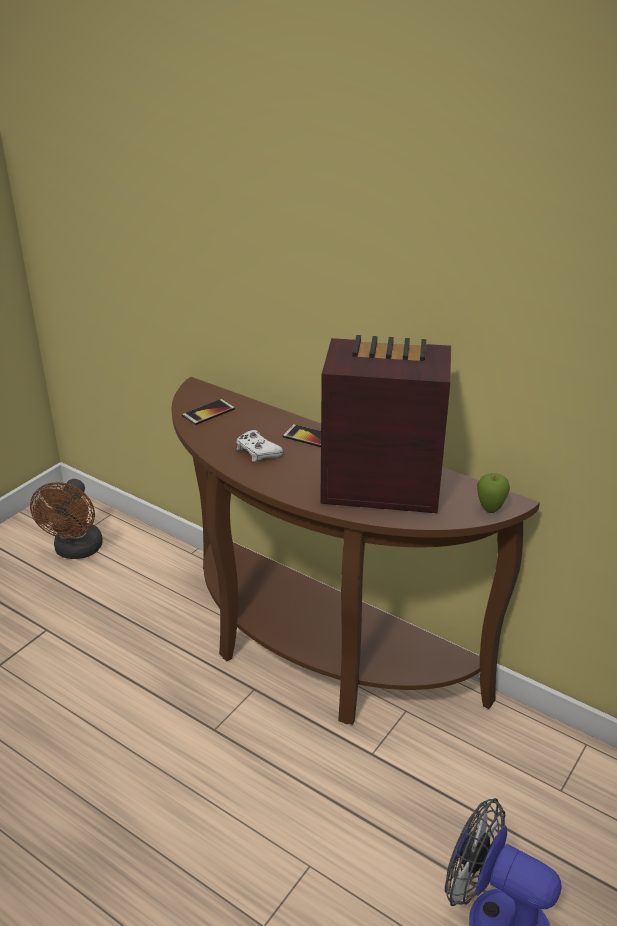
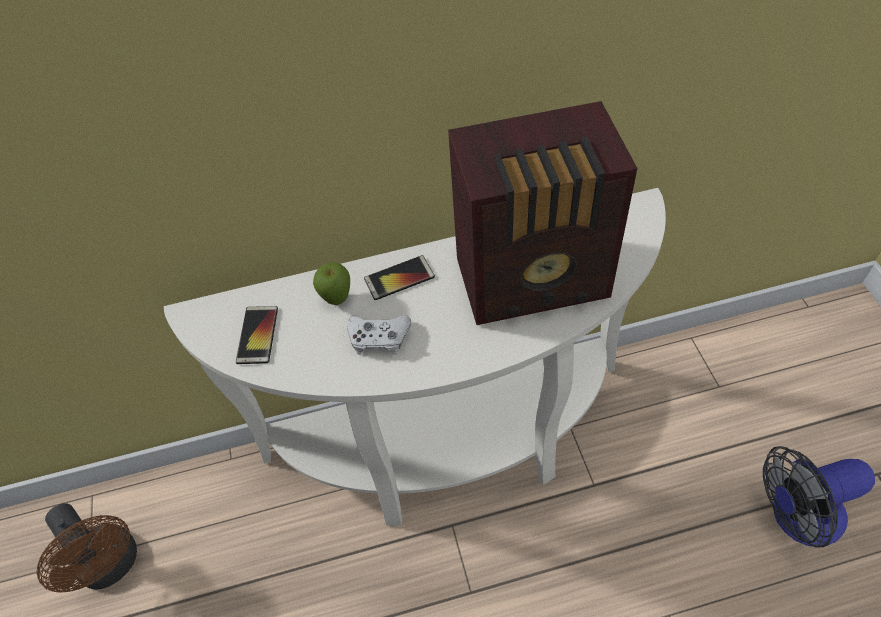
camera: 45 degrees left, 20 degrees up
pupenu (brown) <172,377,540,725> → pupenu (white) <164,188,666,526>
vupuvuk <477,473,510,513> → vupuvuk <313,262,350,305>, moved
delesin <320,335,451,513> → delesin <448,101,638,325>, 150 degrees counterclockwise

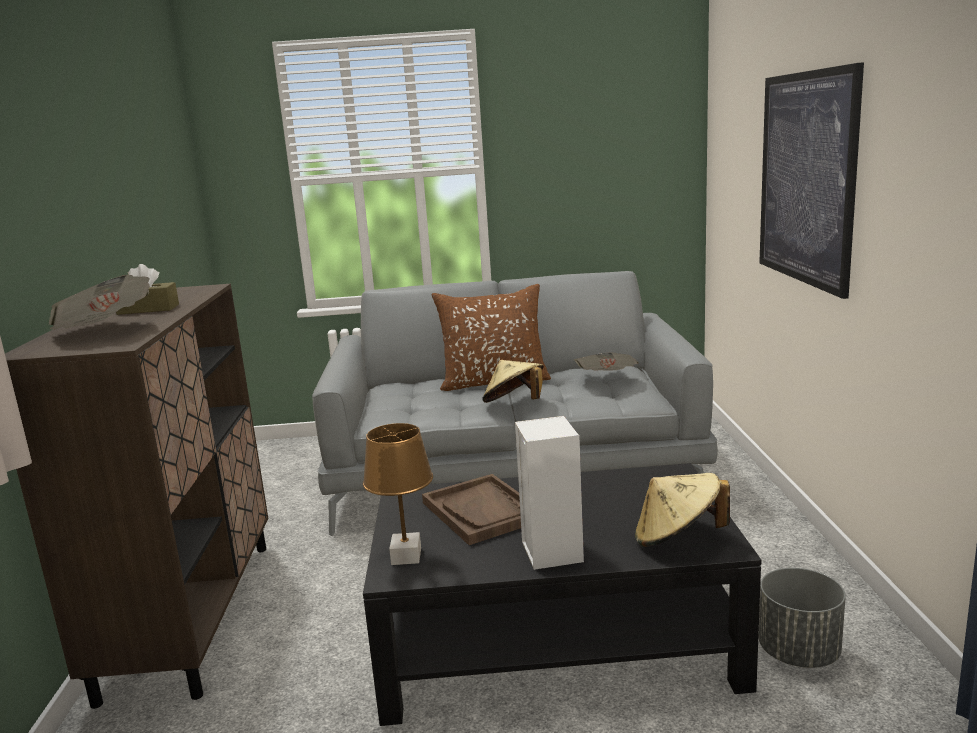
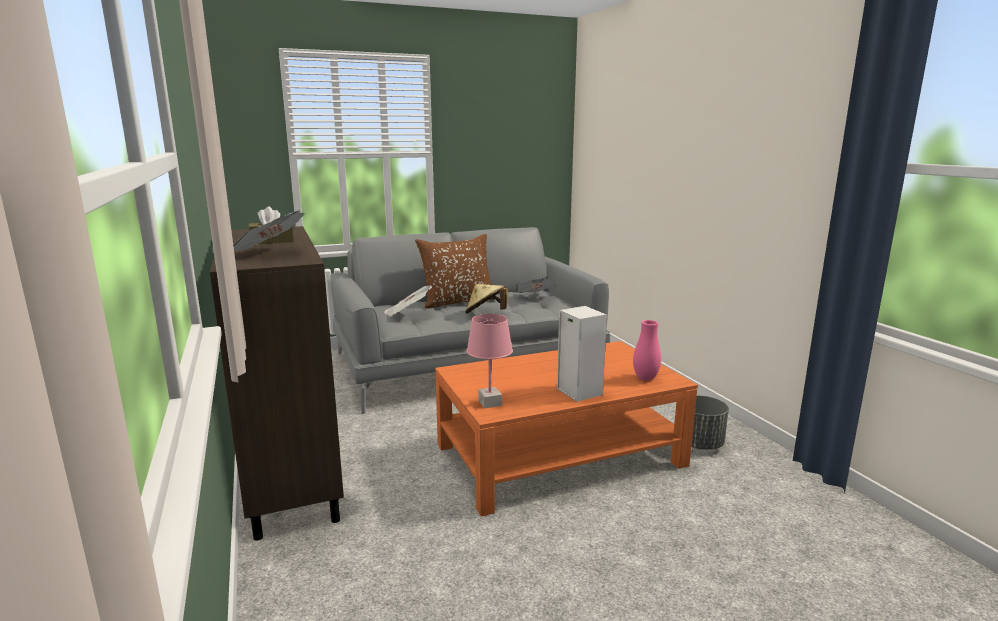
camera: 20 degrees left, 0 degrees up
- → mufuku <384,285,432,316>
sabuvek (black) <363,463,761,726> → sabuvek (orange) <435,341,698,517>
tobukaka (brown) <363,423,433,565> → tobukaka (pink) <466,314,513,408>
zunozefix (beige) <635,473,730,547> → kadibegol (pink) <633,320,661,381>
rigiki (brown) <422,474,521,545> → -
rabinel <759,62,864,299> → -

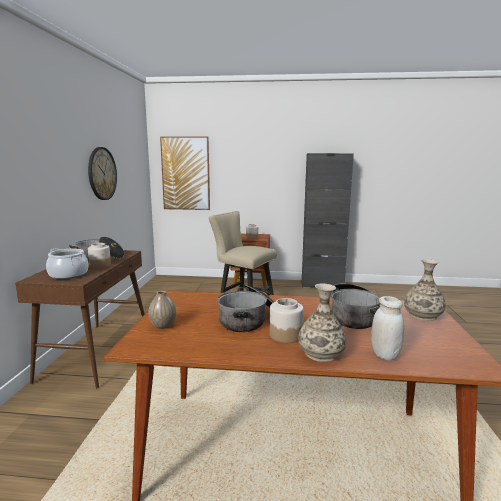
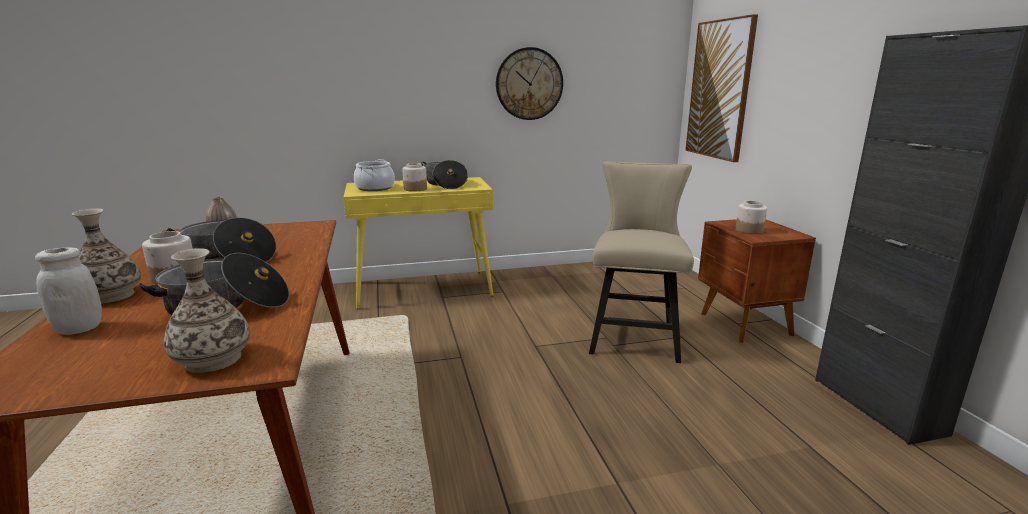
camera: 70 degrees right, 5 degrees up
pupenu (brown) <15,250,145,388> → pupenu (yellow) <343,177,493,309>

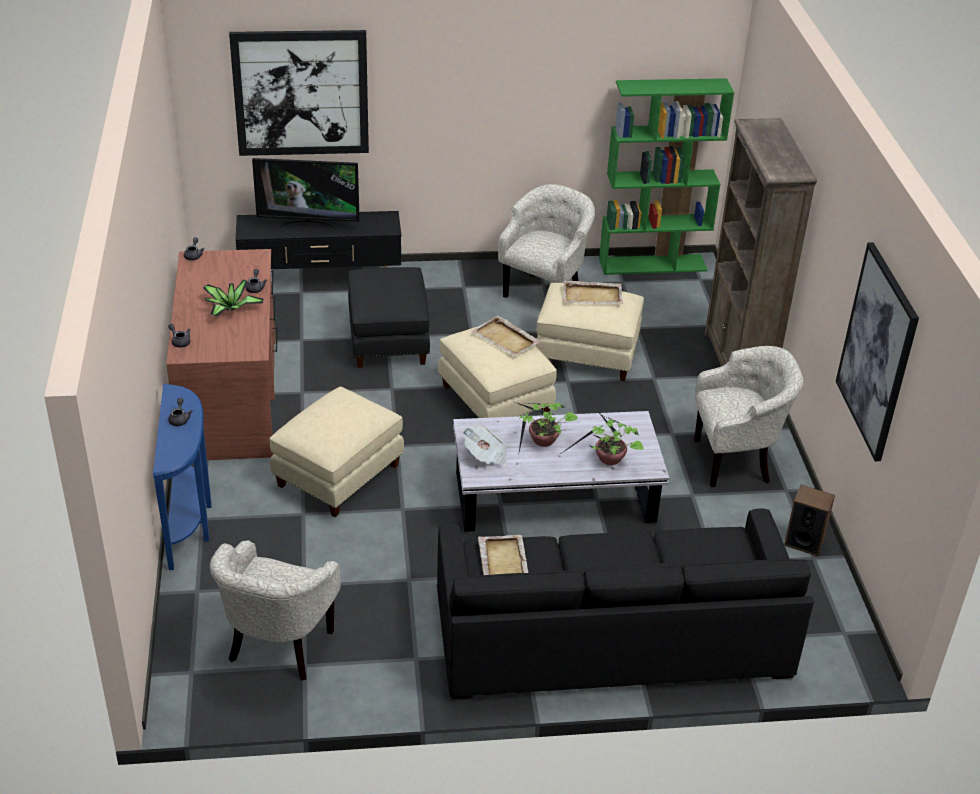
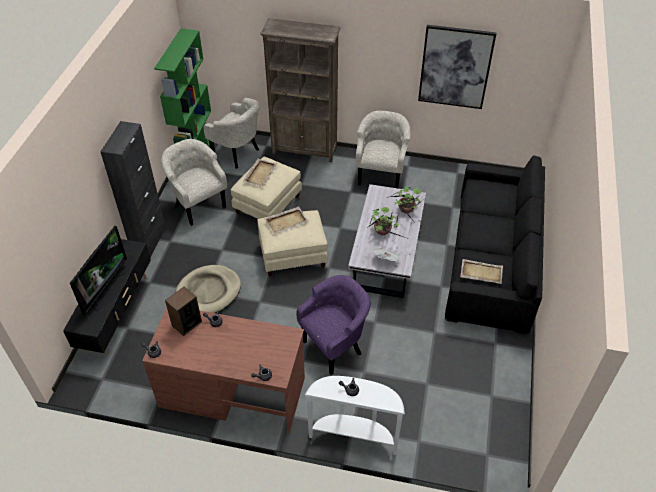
camera: 70 degrees left, 10 degrees up
- → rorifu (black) <100,121,166,258>
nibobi <784,485,835,556> → nibobi <165,286,202,336>, moved
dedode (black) <348,267,430,368> → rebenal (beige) <175,265,241,313>
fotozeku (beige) <210,540,341,681> → fotozeku (beige) <204,98,260,169>, moved
dedode (beige) <270,387,404,517> → fotozeku (purple) <297,275,371,375>
pupenu (blue) <153,384,212,570> → pupenu (white) <305,376,405,455>
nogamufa <203,280,264,316> → -
rabinel <229,30,369,156> → -

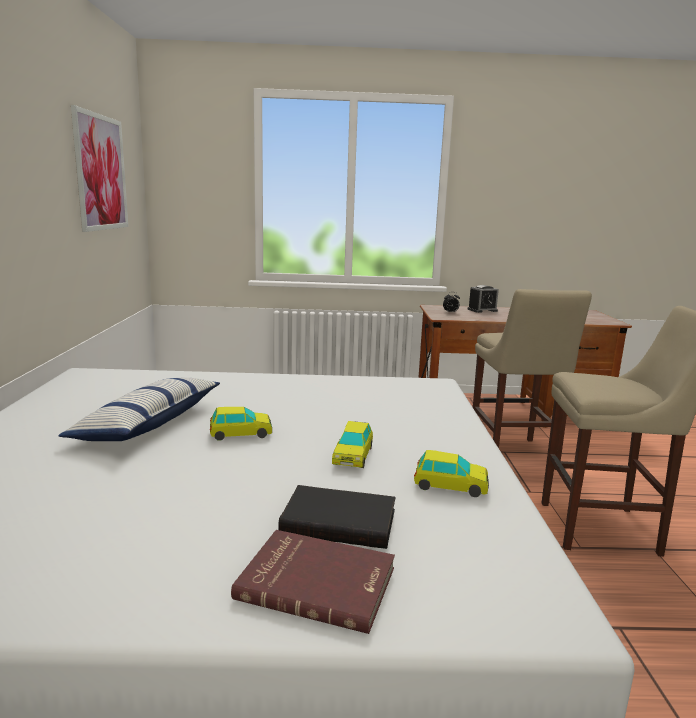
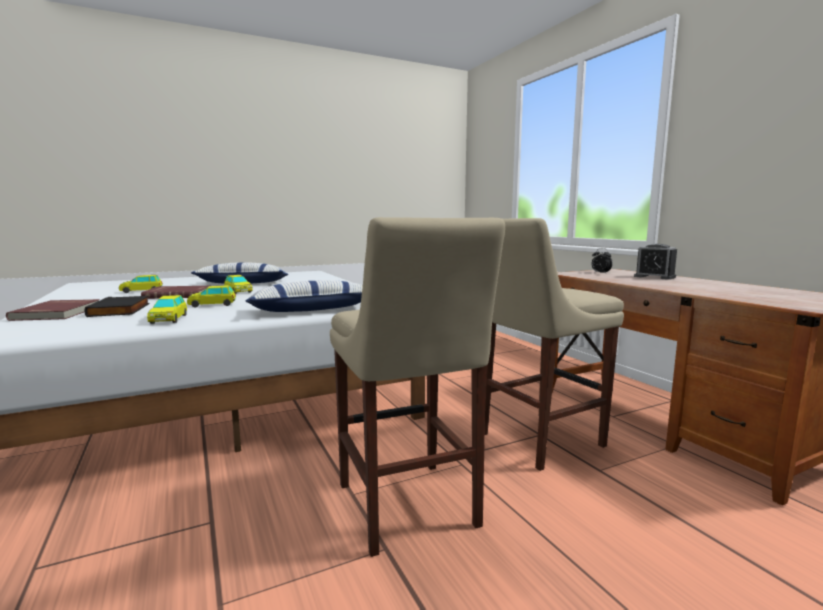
camera: 65 degrees right, 5 degrees down
- → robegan <119,275,163,293>
- → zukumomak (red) <141,286,209,299>
- → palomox <246,280,363,312>
rabinel <71,105,128,232> → -

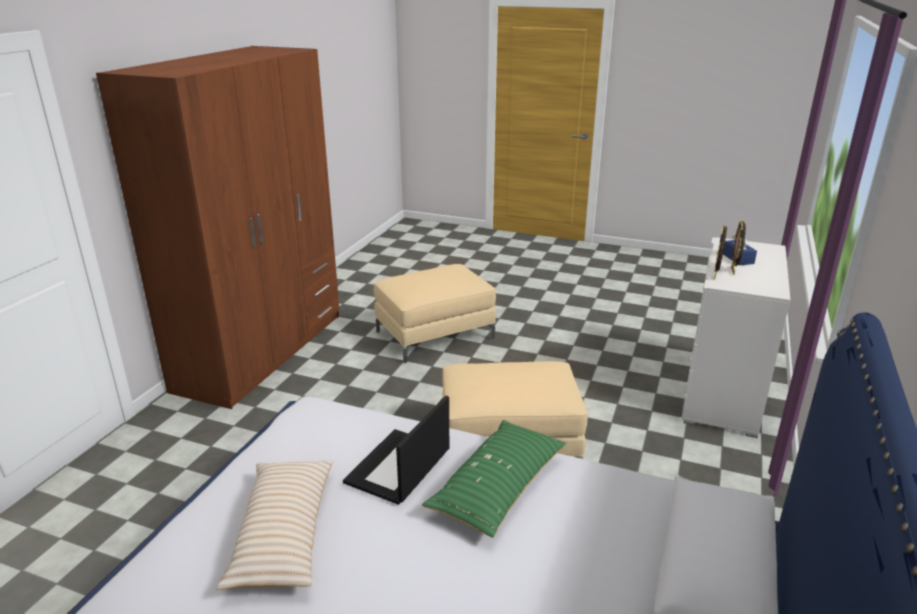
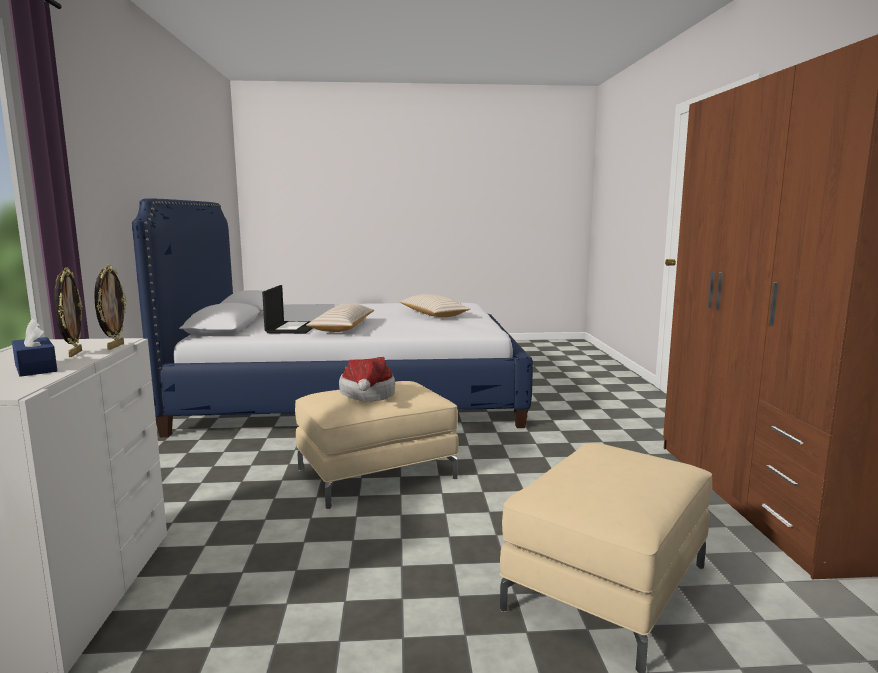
camera: 155 degrees right, 15 degrees down
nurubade <343,396,449,505> → nurubade <262,285,313,334>, moved
palomox (green) <422,420,567,538> → palomox (beige) <306,304,374,332>
- → zunozefix <339,357,395,402>

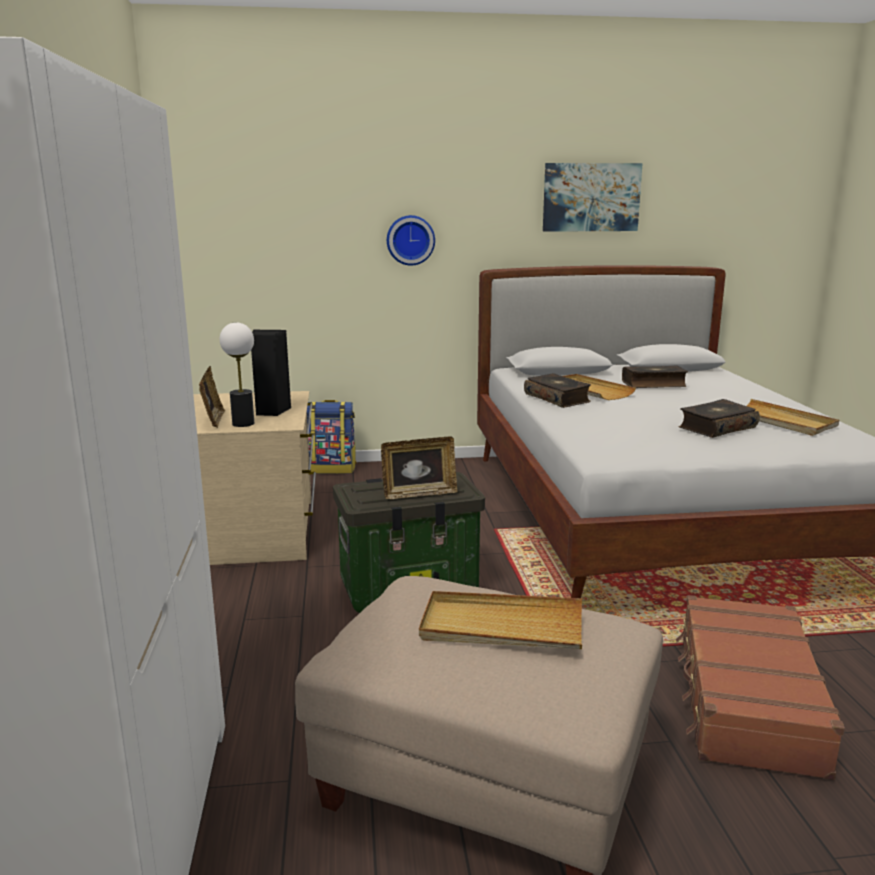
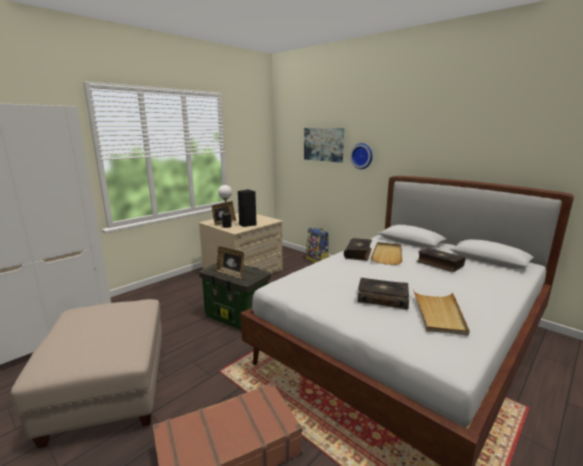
camera: 50 degrees right, 0 degrees up
rabinel <543,163,643,232> → rabinel <304,128,344,163>, moved
rigiki (beige) <419,591,582,649> → -

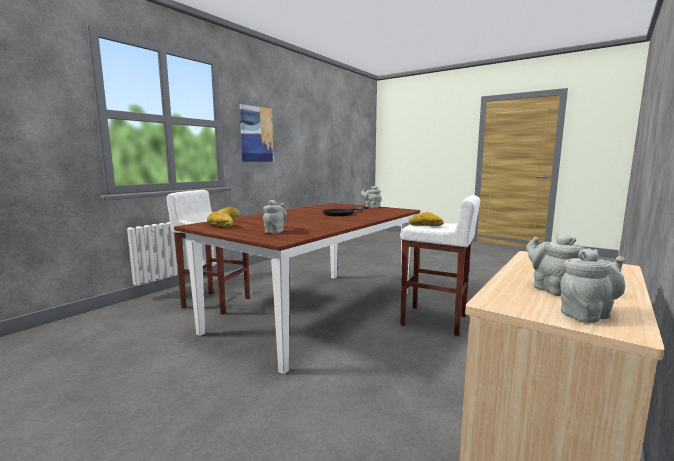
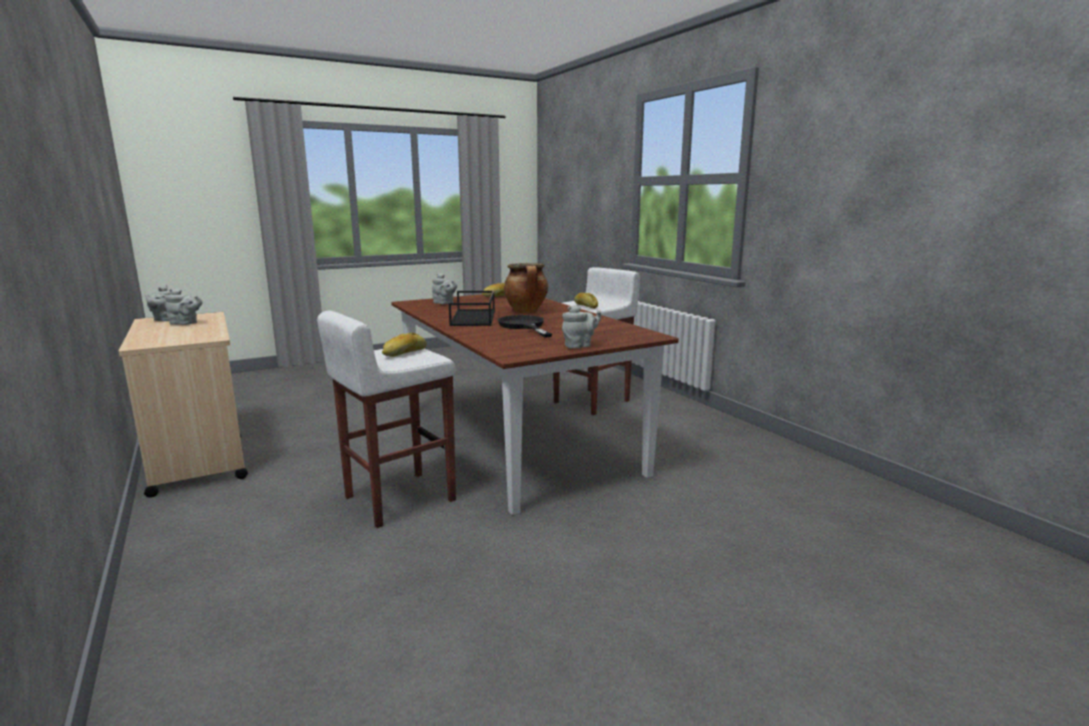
camera: 115 degrees right, 5 degrees up
- → rigiki (black) <449,291,495,326>
- → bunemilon <504,263,548,313>
rabinel <240,104,274,162> → -

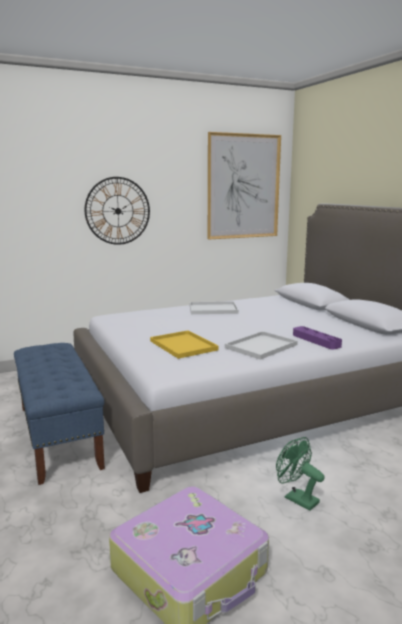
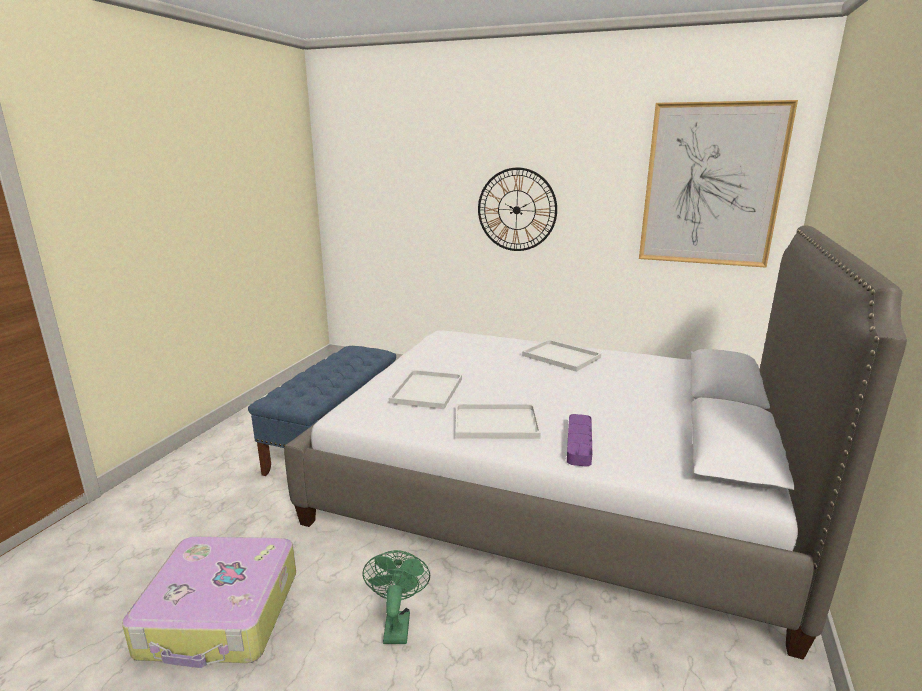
camera: 45 degrees right, 5 degrees up
rigiki (yellow) <150,330,219,359> → rigiki (white) <389,370,462,409>

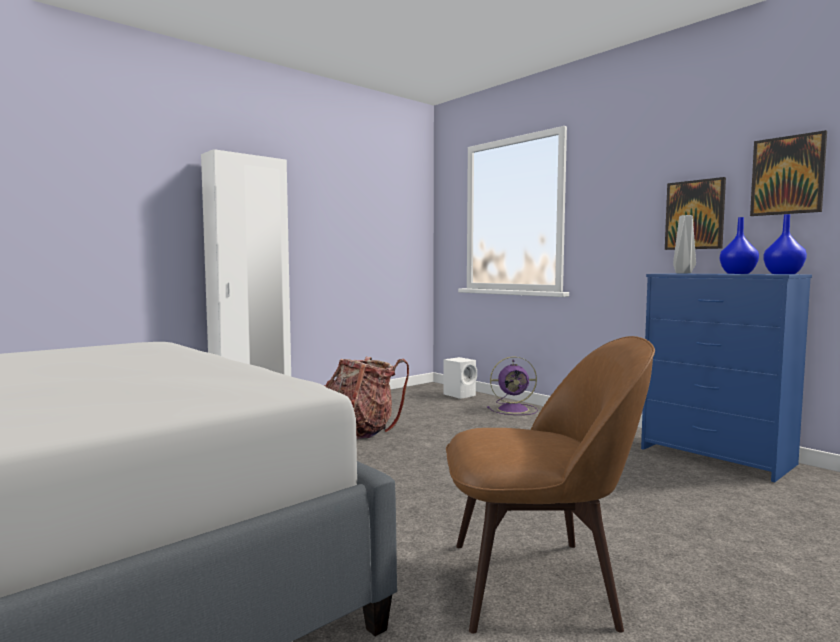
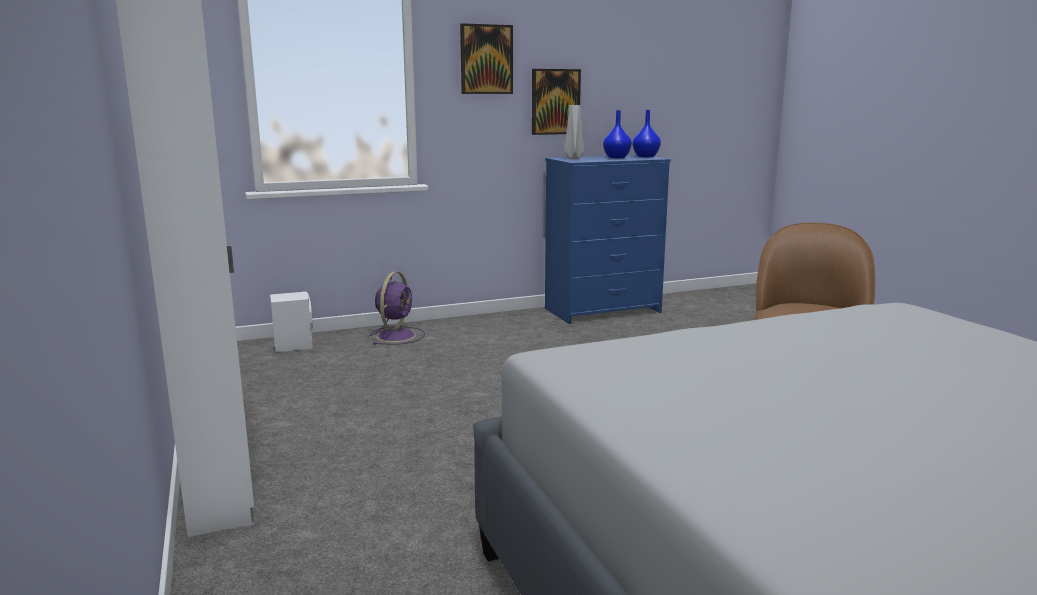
camera: 70 degrees left, 10 degrees up
rabinel <750,130,827,216> → rabinel <460,23,513,94>, moved
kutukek <324,357,409,439> → -

